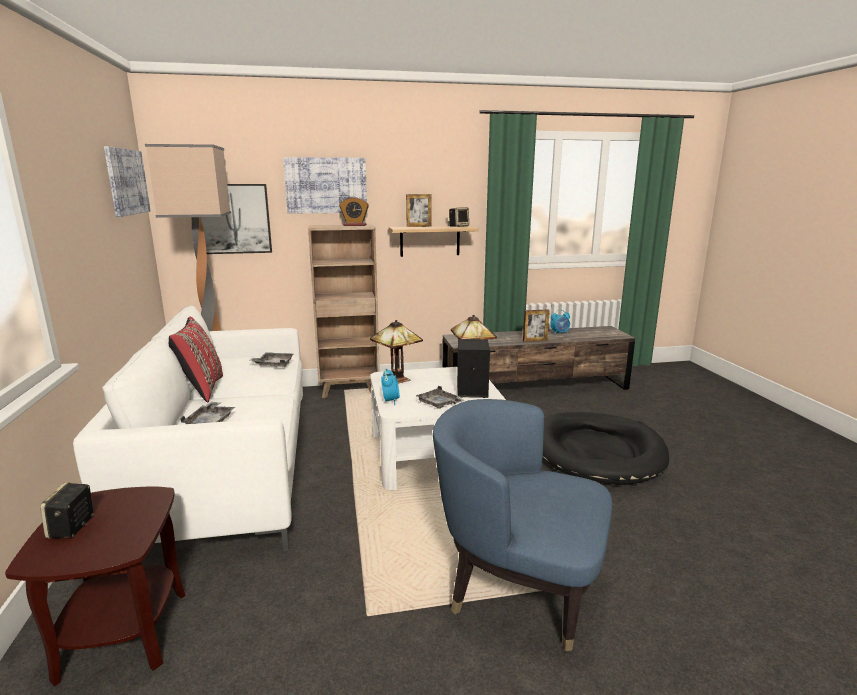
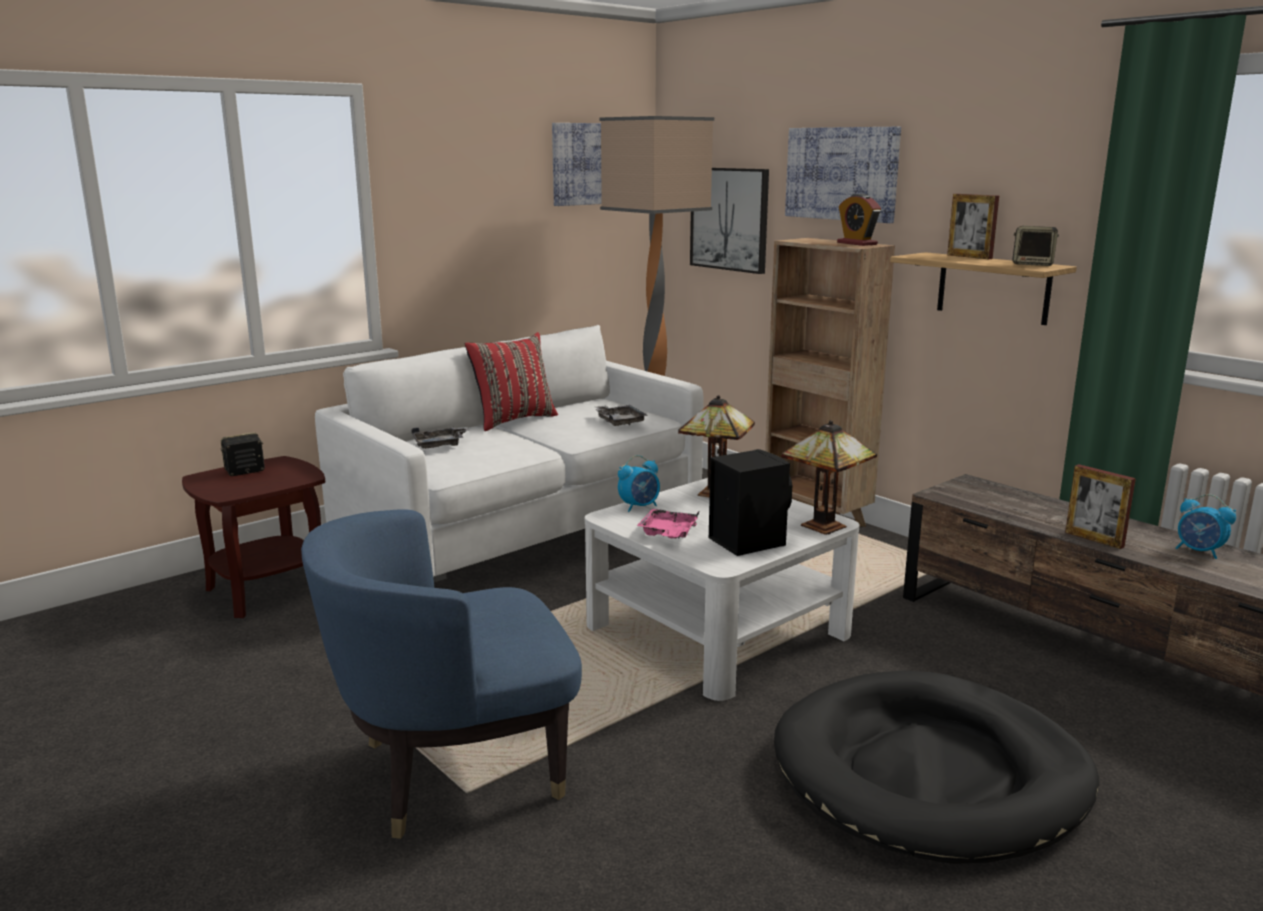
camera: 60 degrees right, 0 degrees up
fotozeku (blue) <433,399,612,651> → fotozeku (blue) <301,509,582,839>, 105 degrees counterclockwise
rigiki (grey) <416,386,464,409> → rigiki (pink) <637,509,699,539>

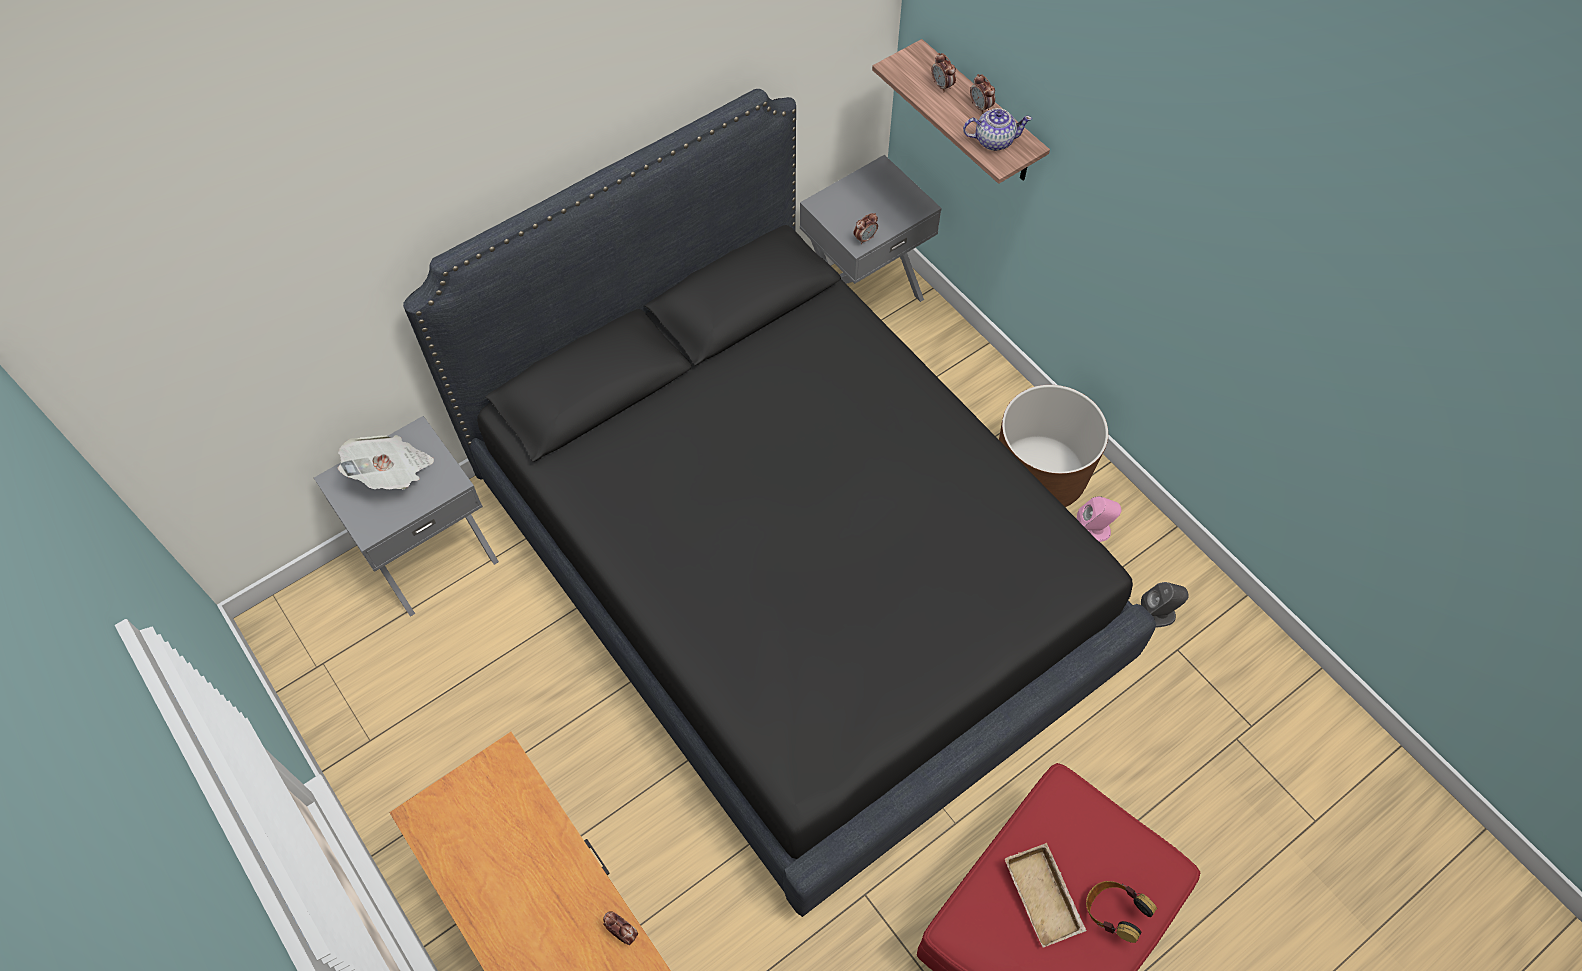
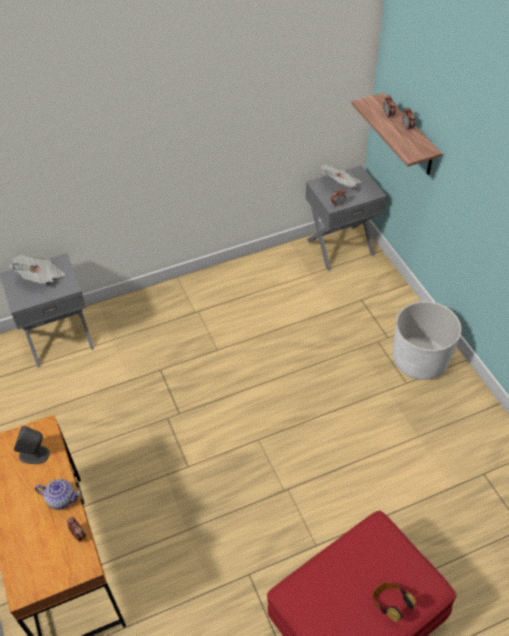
camera: 15 degrees right, 10 degrees down
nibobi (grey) <1141,582,1189,628> → nibobi (grey) <14,426,50,464>, moved
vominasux <963,108,1032,151> → vominasux <35,479,80,510>, moved
- → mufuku <320,164,362,188>
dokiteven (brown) <999,385,1108,507> → dokiteven (white) <393,301,461,380>
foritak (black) <403,89,1156,917> → -
rigiki (beige) <1005,843,1086,948> → -
nibobi (pink) <1077,496,1121,542> → -

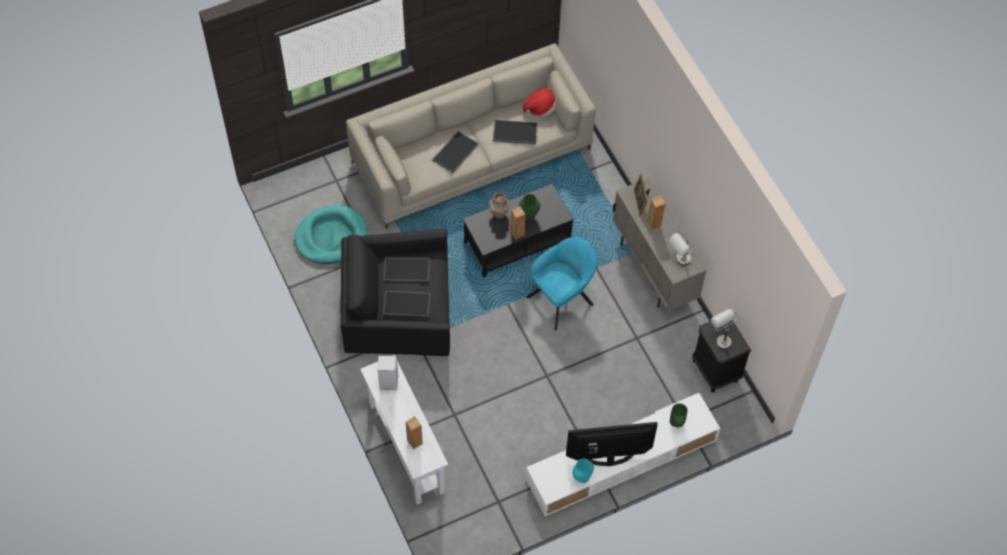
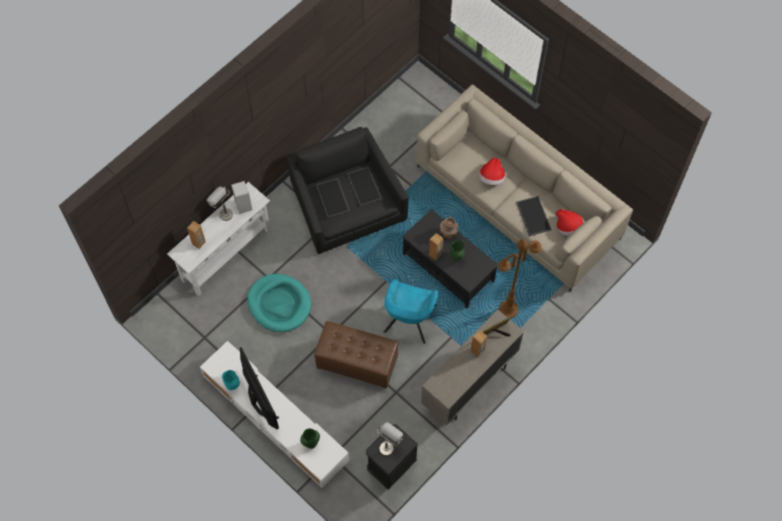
camera: 70 degrees right, 5 degrees up
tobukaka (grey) <669,231,695,265> → tobukaka (grey) <207,187,233,221>, moved
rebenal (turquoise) <295,205,368,264> → rebenal (turquoise) <247,274,311,332>, moved
- → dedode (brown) <314,321,399,389>
fotozeku (turquoise) <526,237,597,330> → fotozeku (turquoise) <384,279,438,344>, 75 degrees clockwise
rigiki <432,131,479,173> → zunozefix <479,158,505,185>
- → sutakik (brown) <498,239,542,318>

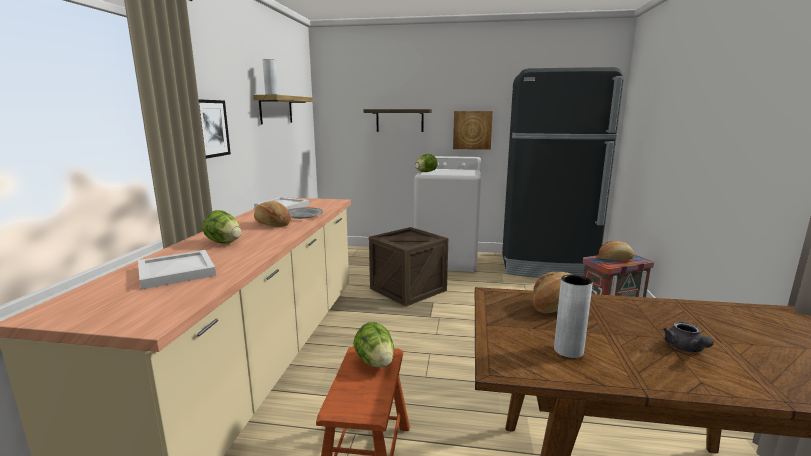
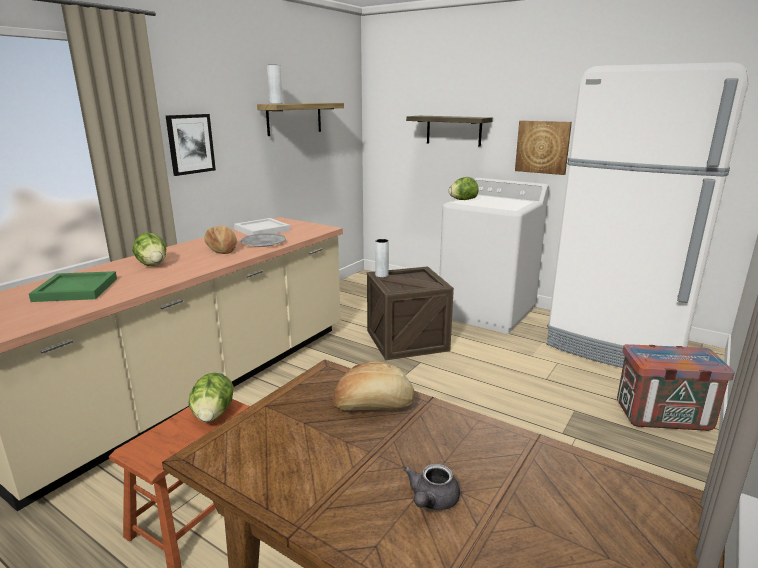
camera: 25 degrees right, 5 degrees up
rigiki (white) <138,250,216,290> → rigiki (green) <29,271,117,302>
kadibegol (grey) <554,275,593,358> → kadibegol (grey) <375,239,389,277>, moved
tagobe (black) <502,67,623,278> → tagobe (white) <547,62,749,368>
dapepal <598,241,635,260> → -

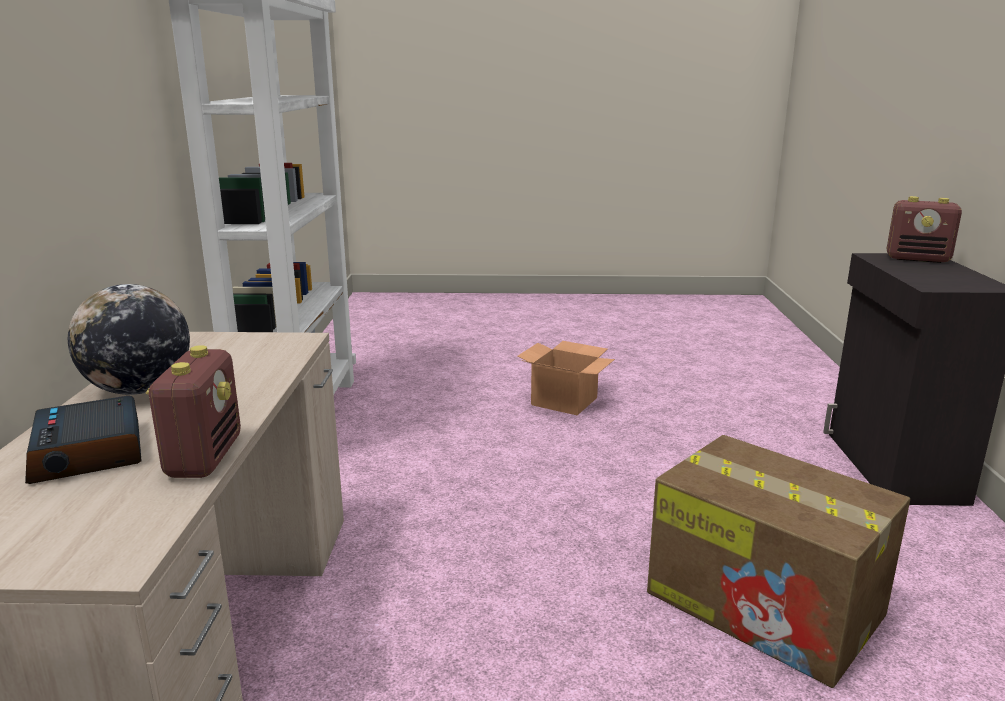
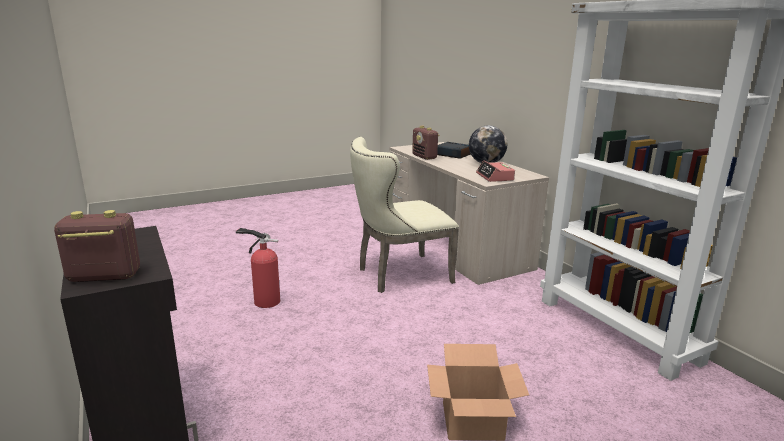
camera: 150 degrees right, 0 degrees up
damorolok <647,435,910,688> → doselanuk <236,228,280,308>
- → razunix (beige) <350,137,459,293>
- → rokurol <476,160,515,182>

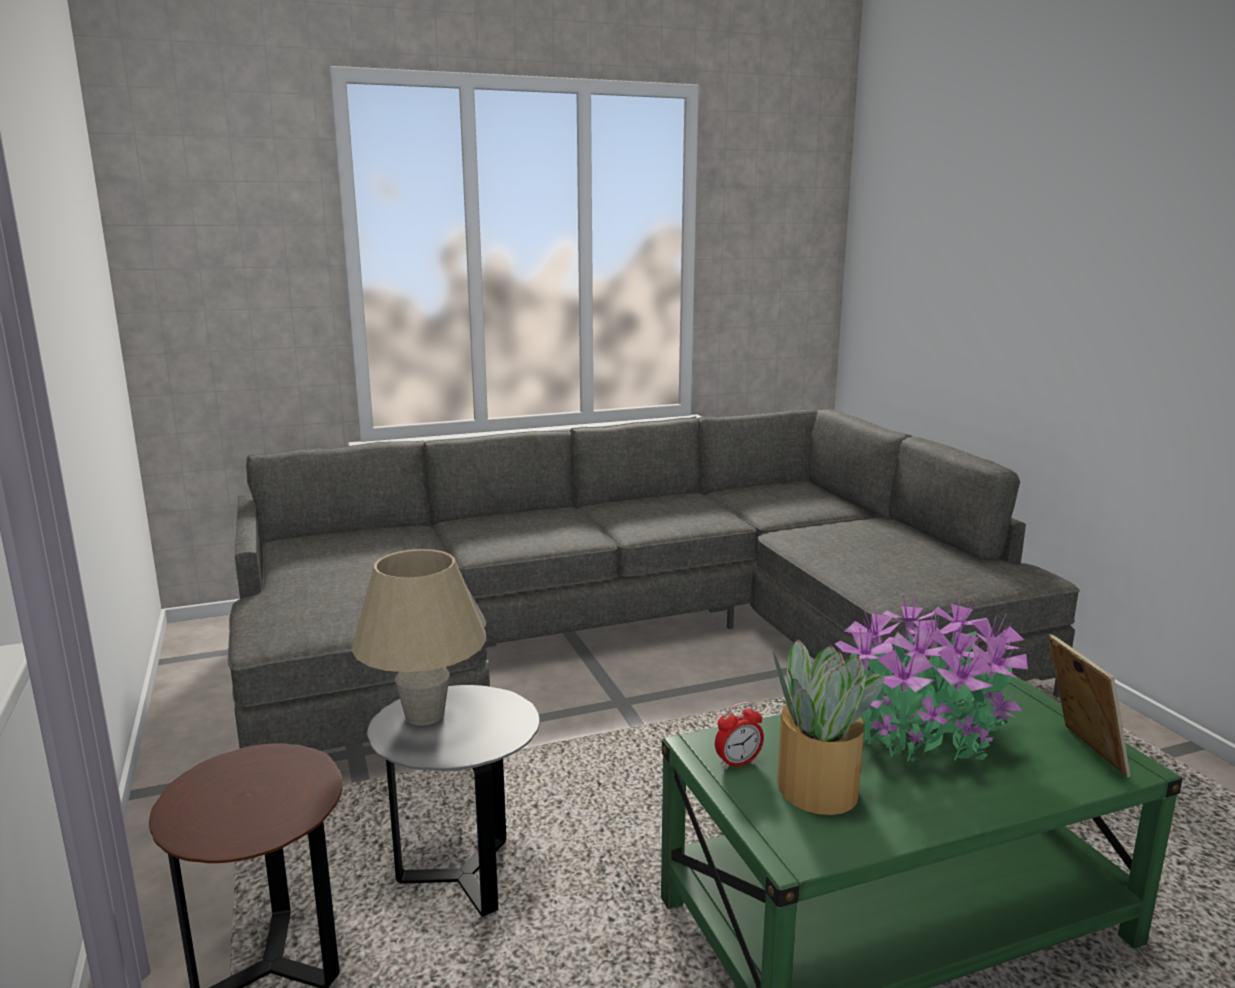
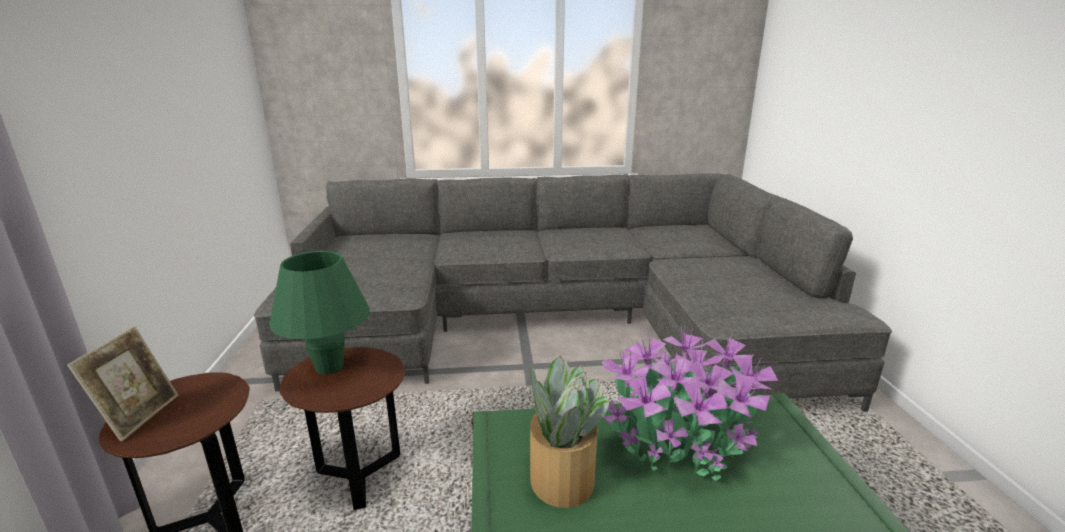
camera: 15 degrees right, 5 degrees up
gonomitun <1048,634,1131,778> → gonomitun <67,326,178,441>, moved
tobukaka (beige) <352,549,486,726> → tobukaka (green) <269,251,370,375>
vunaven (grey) <367,685,540,917> → vunaven (brown) <279,347,405,510>
rokurol <715,702,764,770> → -

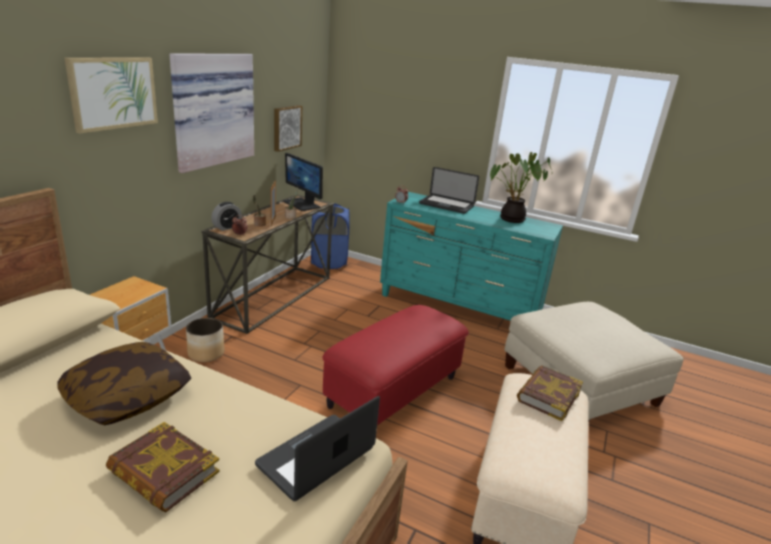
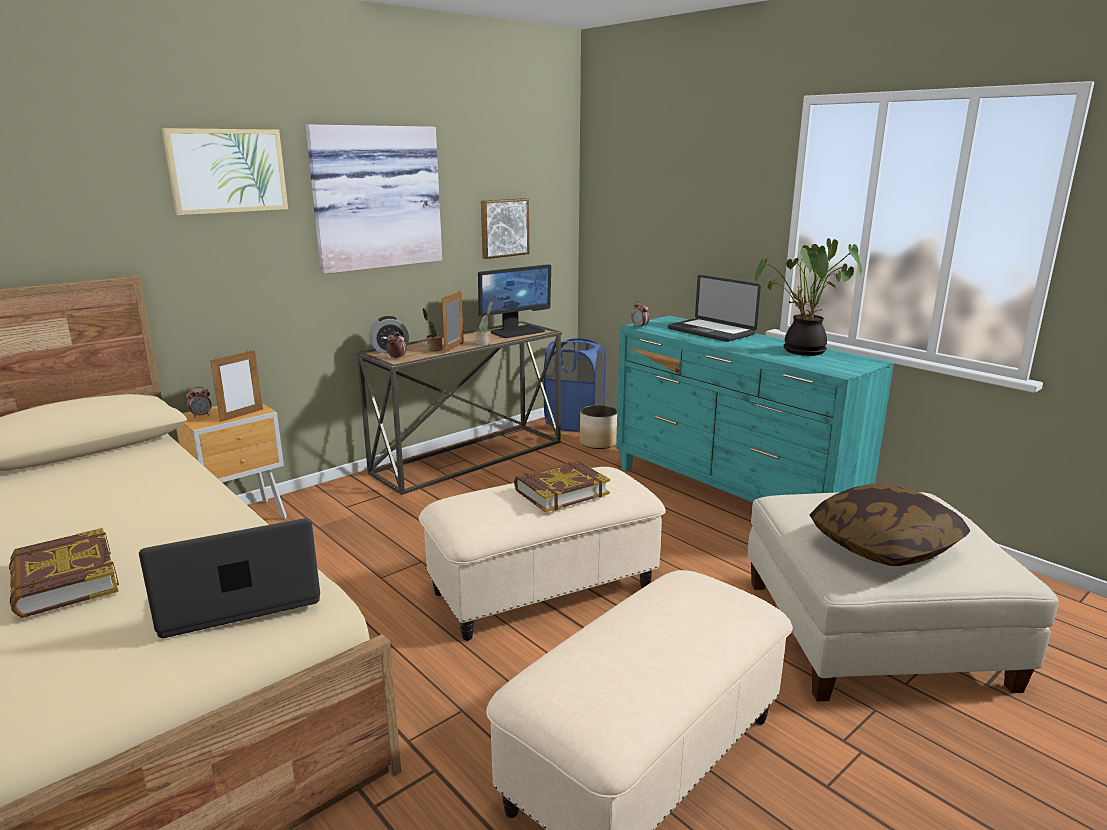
camera: 25 degrees right, 5 degrees down
- → rokurol <187,387,212,418>
- → gonomitun <210,349,263,422>
dedode (red) <322,305,469,425> → dedode (beige) <419,467,666,641>
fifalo <283,153,323,211> → fifalo <478,264,551,338>, 105 degrees counterclockwise
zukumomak <517,365,583,421> → zukumomak <514,460,610,513>, moved
dokiteven <186,318,224,362> → dokiteven <580,405,617,449>, moved
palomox <58,342,191,425> → palomox <810,483,970,566>, moved

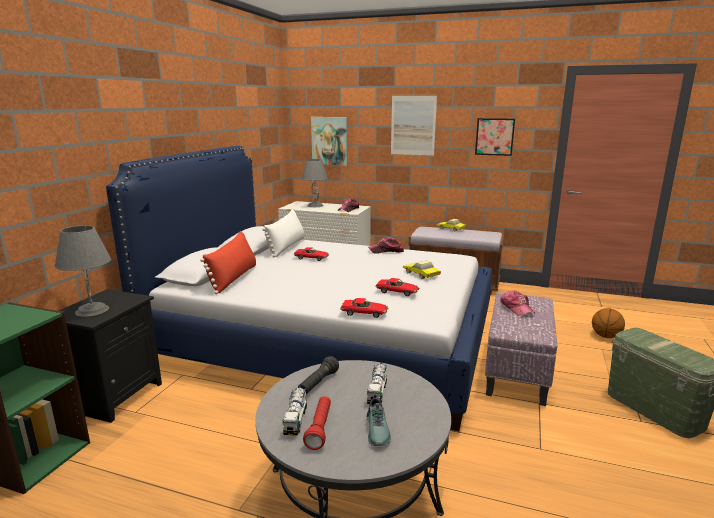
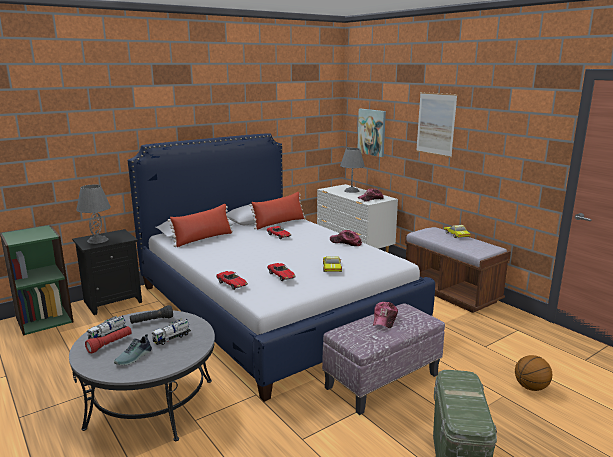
camera: 35 degrees right, 0 degrees up
palomox (white) <262,209,305,257> → palomox (red) <249,192,305,229>
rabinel <475,118,515,156> → -

